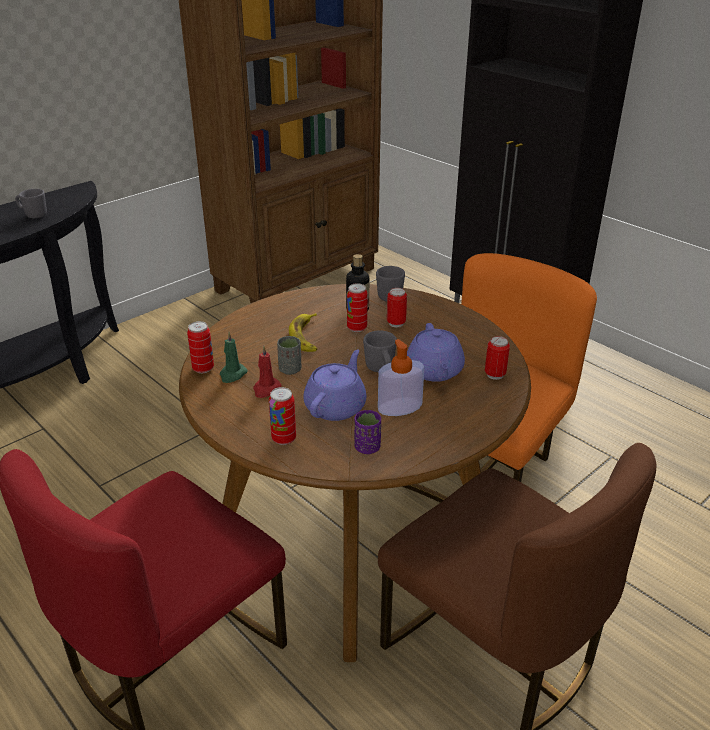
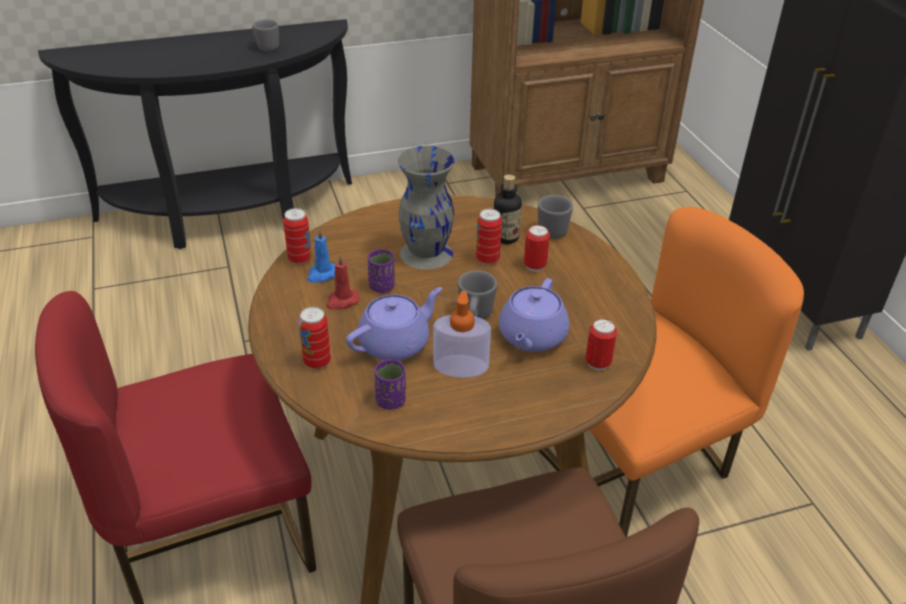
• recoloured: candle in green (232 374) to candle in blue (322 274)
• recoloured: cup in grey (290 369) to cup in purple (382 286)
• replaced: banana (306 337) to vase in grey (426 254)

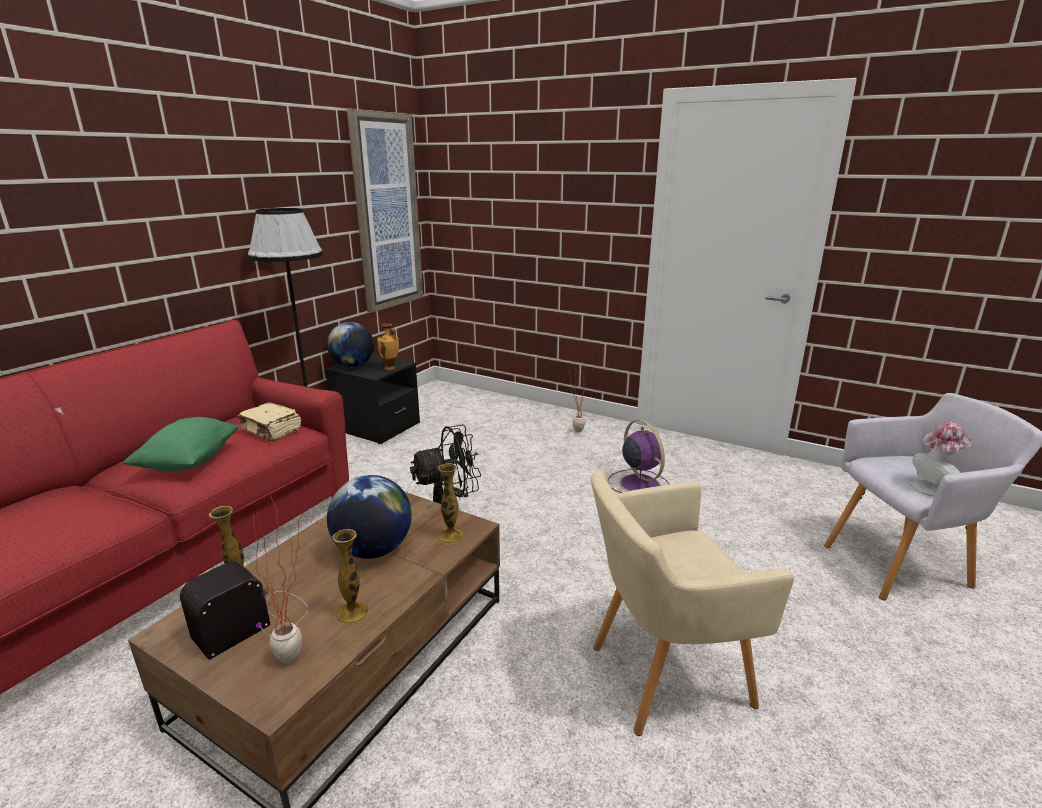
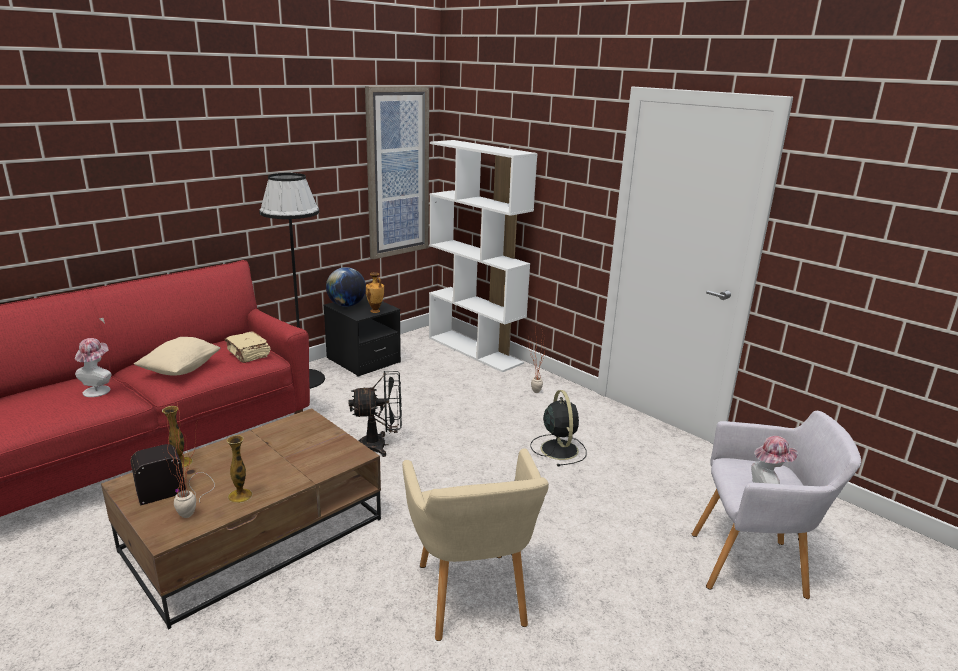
• recoloured: pillow in green (189 462) to pillow in beige (181 370)
• removed: globe (373 550)
• removed: vase (451 536)
• turned: armchair in beige (662 675) = (471 599) 105 degrees counterclockwise
• recoloured: fan in purple (638 483) to fan in black (558 448)
• added: hat (99 389)
• added: bookcase in white (475 350)

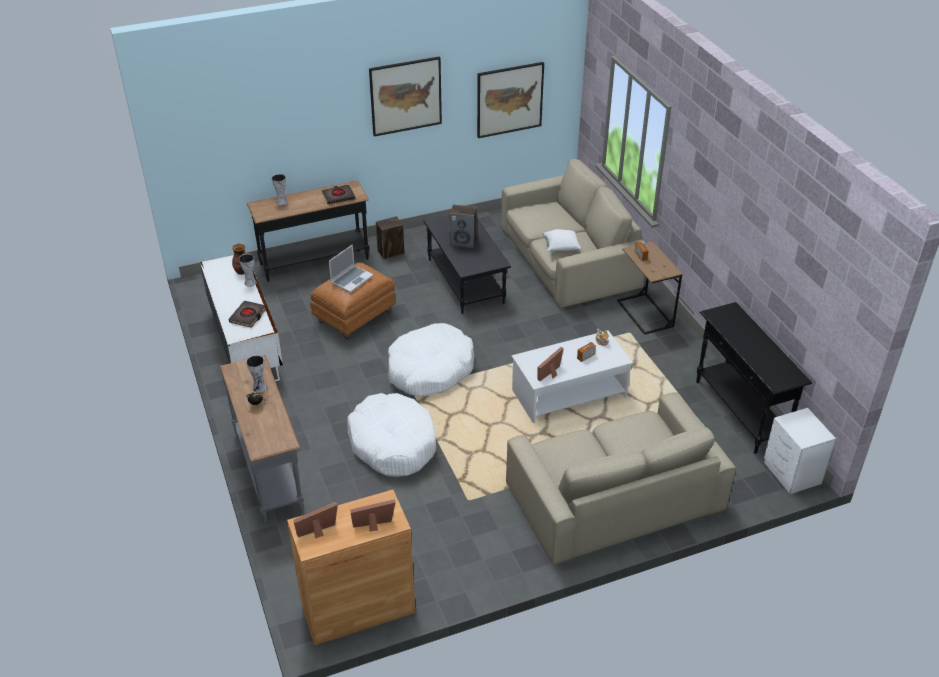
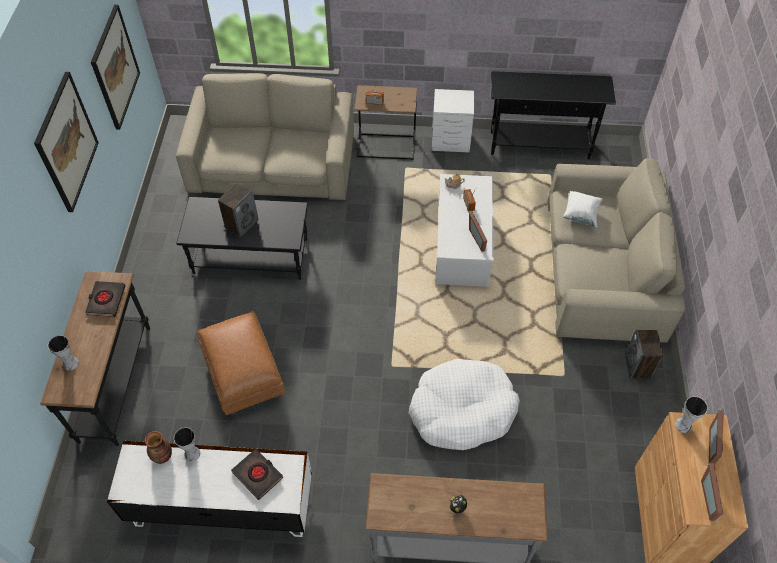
• moved: vase (260 387) to (683 424)
• removed: laptop (352 279)
• moved: speaker (390 252) to (637 366)
• removed: dog bed in white (430 370)
• moved: pillow in white (560 248) to (581 215)
• moved: nightstand in white (791 474) to (451 141)

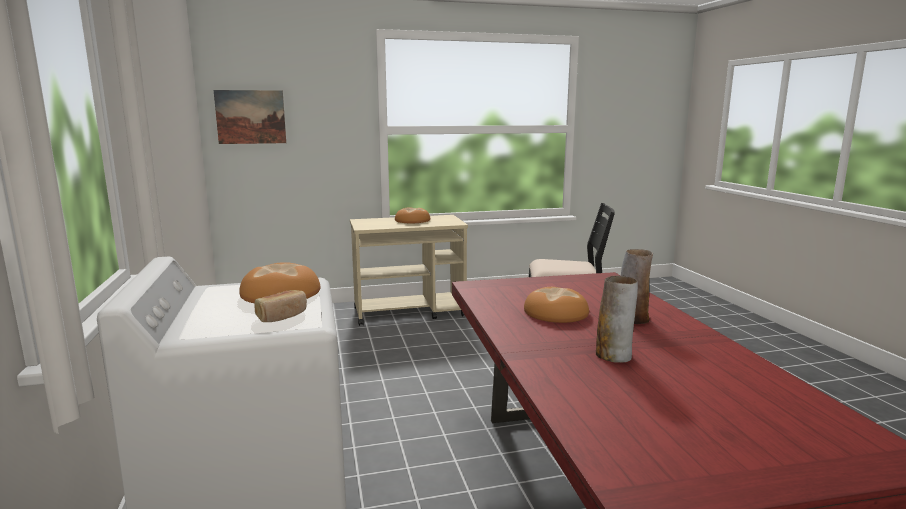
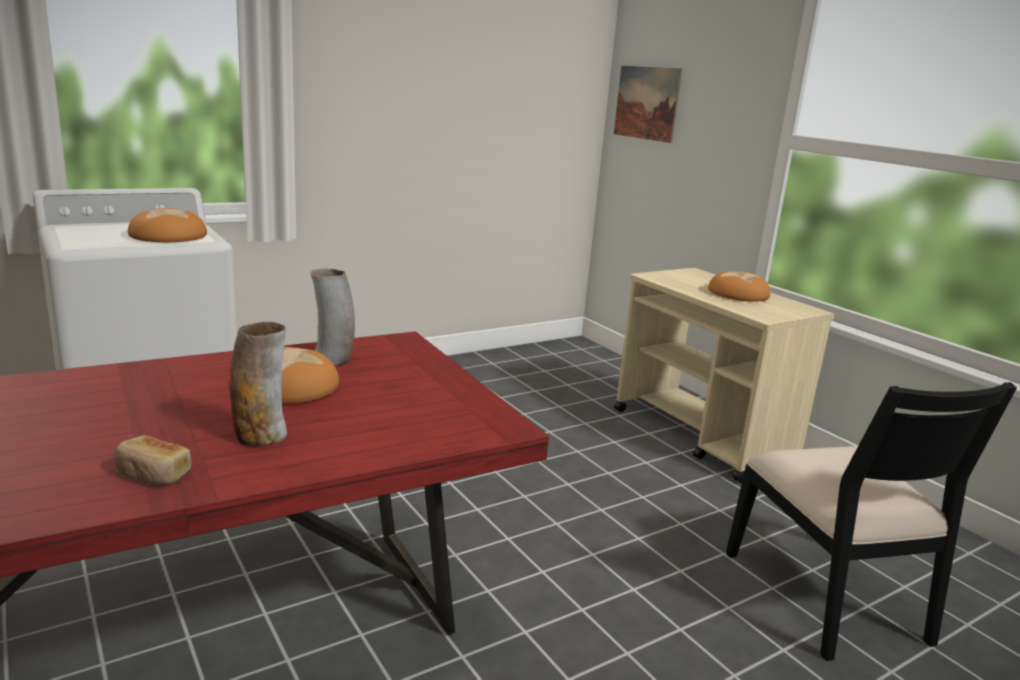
• moved: bread (282 316) to (152 474)
• moved: vase (614 355) to (333 359)

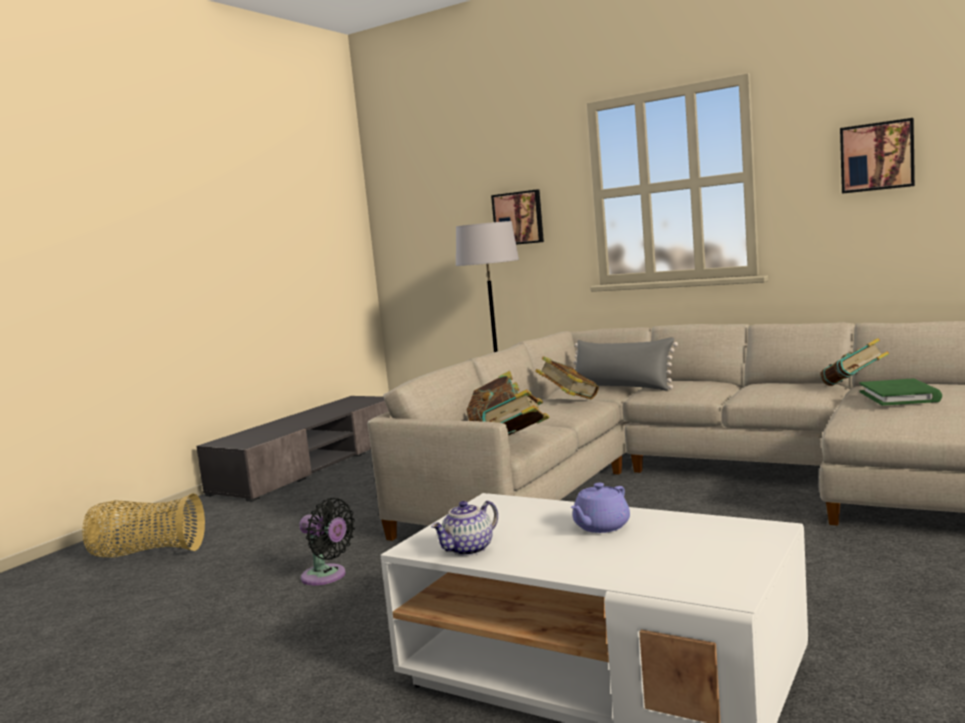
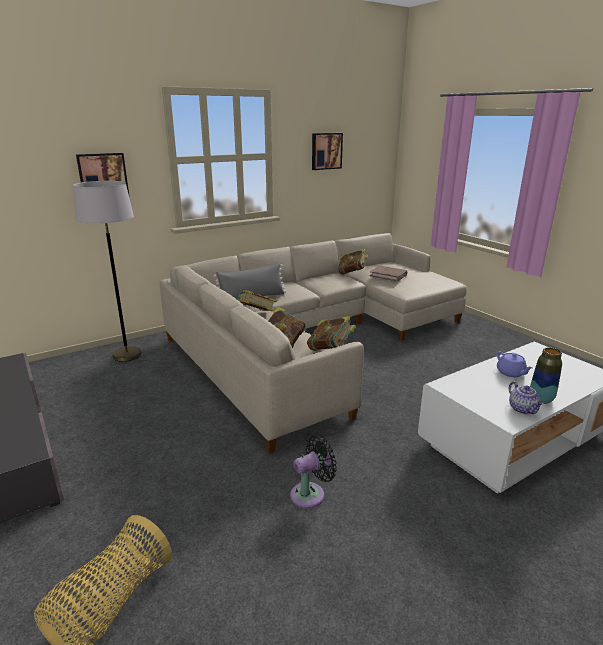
• recoloured: book in green (899 396) to book in brown (388 275)
• added: vase (540 400)

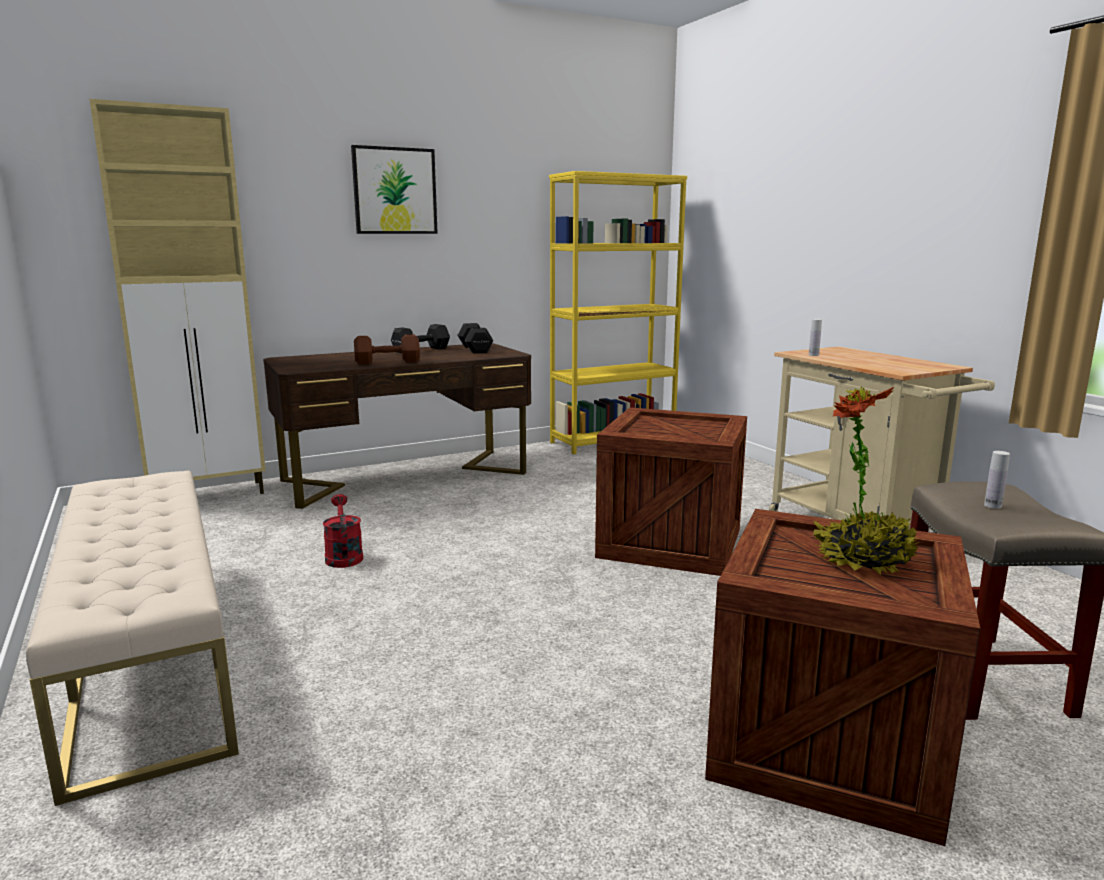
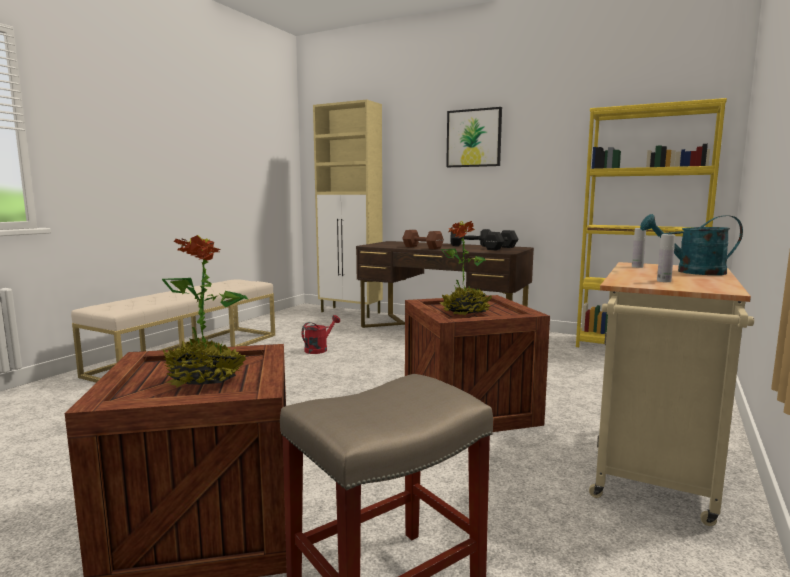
• moved: bottle in white (992 506) to (664 281)
• added: potted plant (465 313)
• added: watering can in turquoise (692 272)

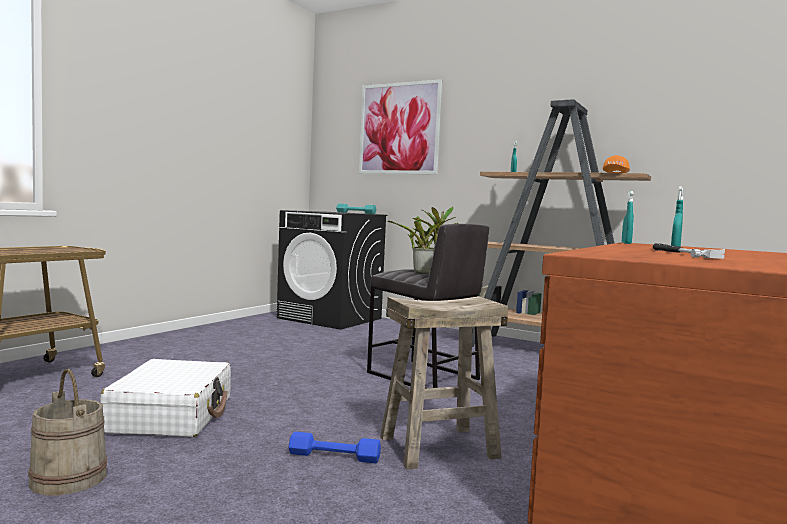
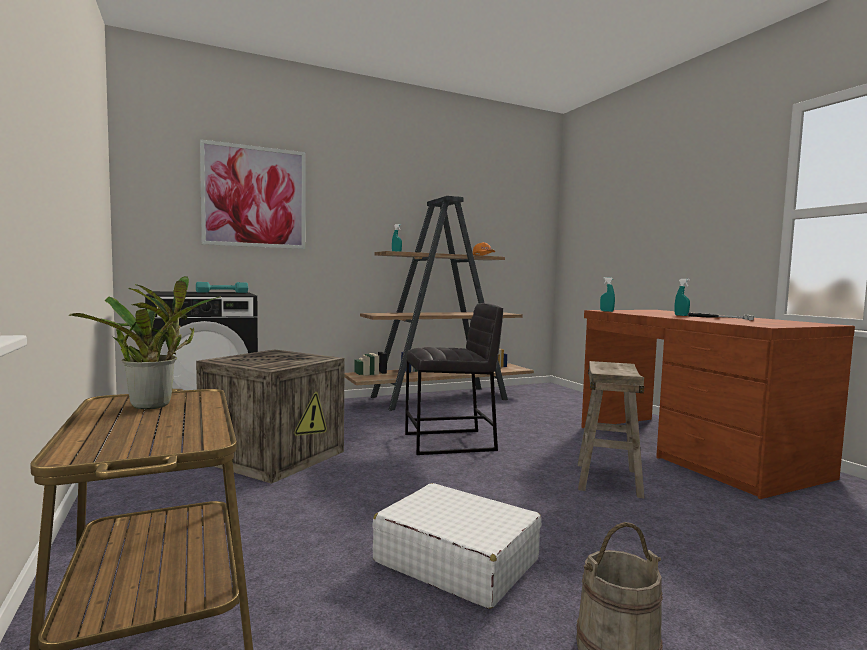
• removed: dumbbell in blue (334 456)
• moved: potted plant (425 272) to (156 404)
• added: crate (273 455)

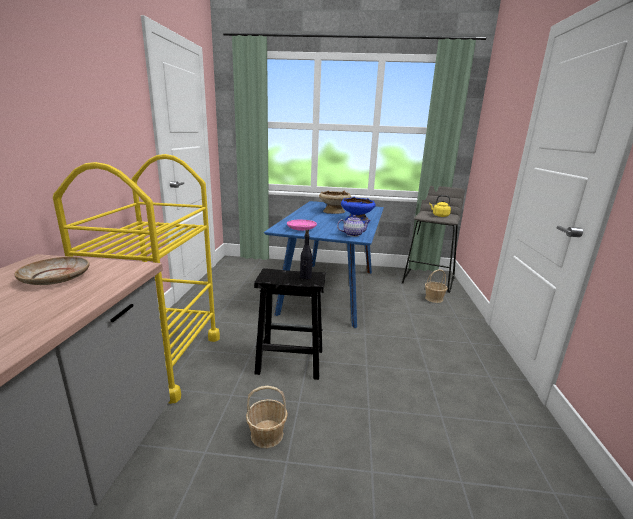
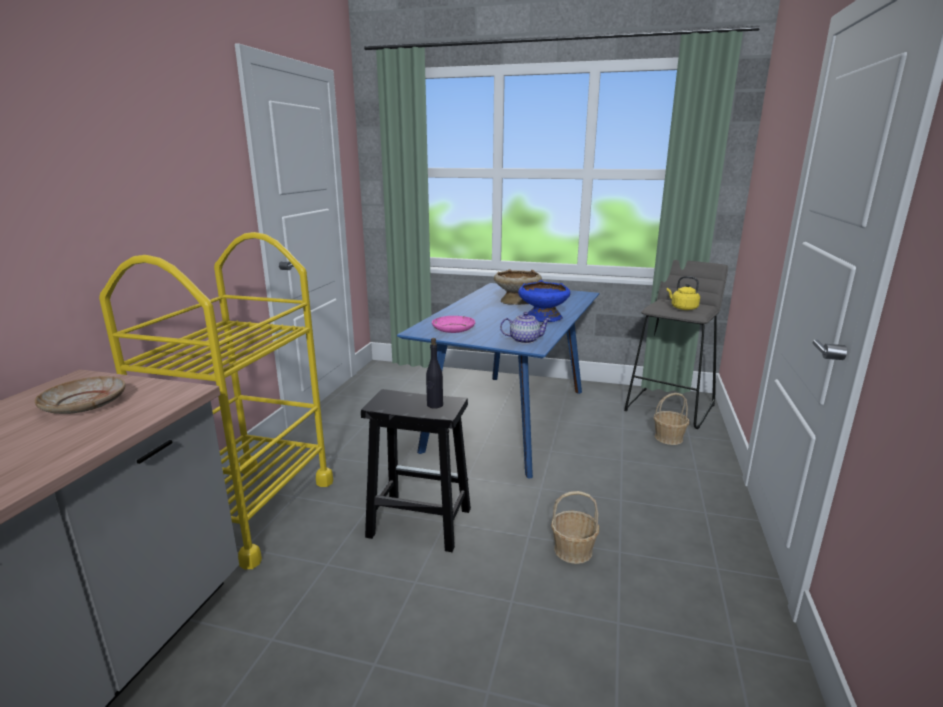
• moved: basket (267 434) to (573 550)

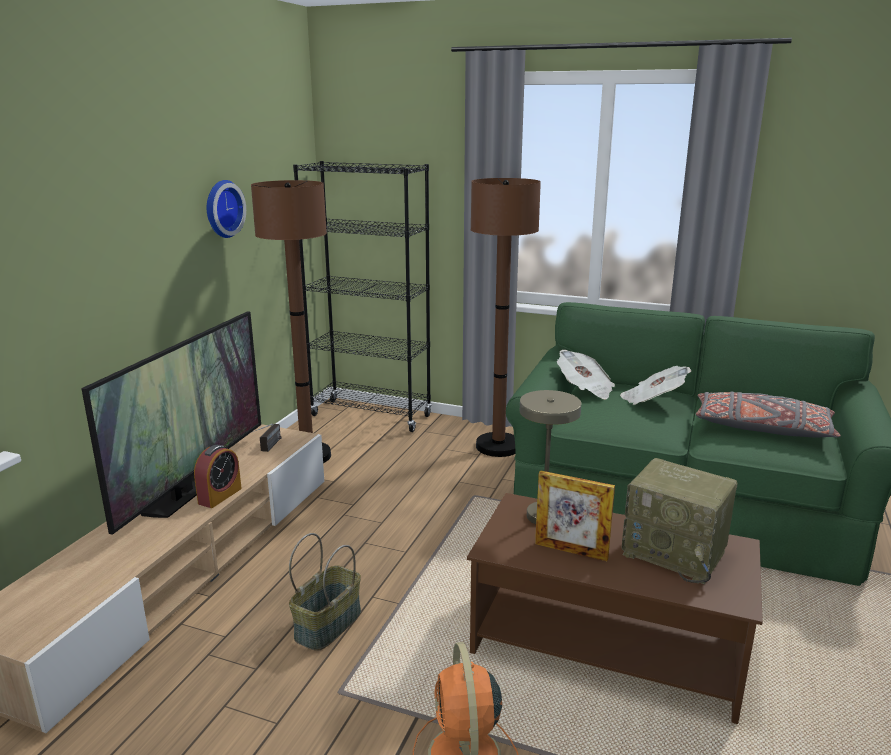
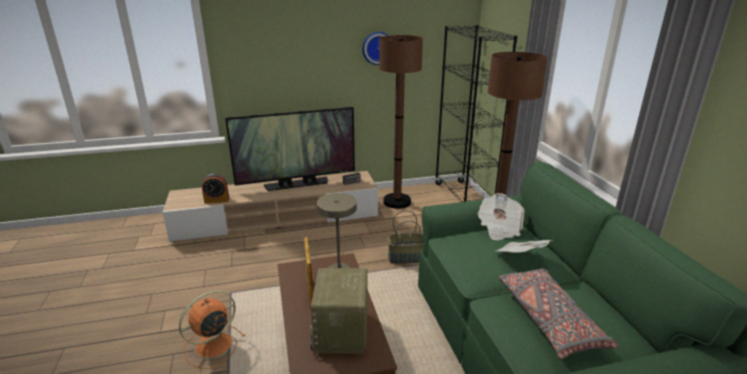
• moved: alarm clock (220 496) to (217 200)
• moved: basket (327 624) to (406 257)

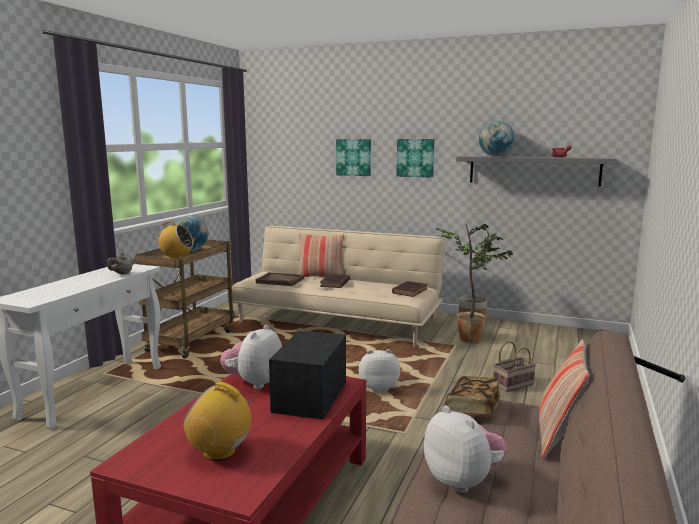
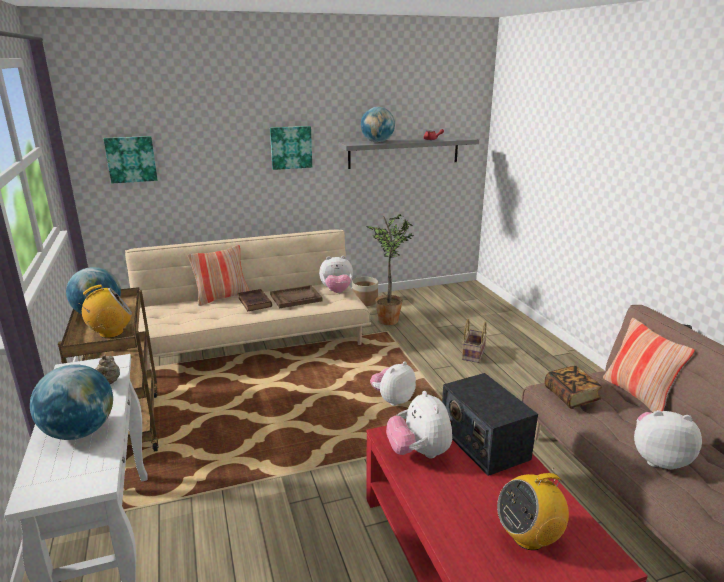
• moved: tray in brown (280 280) to (296 298)
• moved: picture (354 157) to (131 159)
• replaced: book in brown (410 291) to plush toy (337 291)
• added: globe (80 432)

